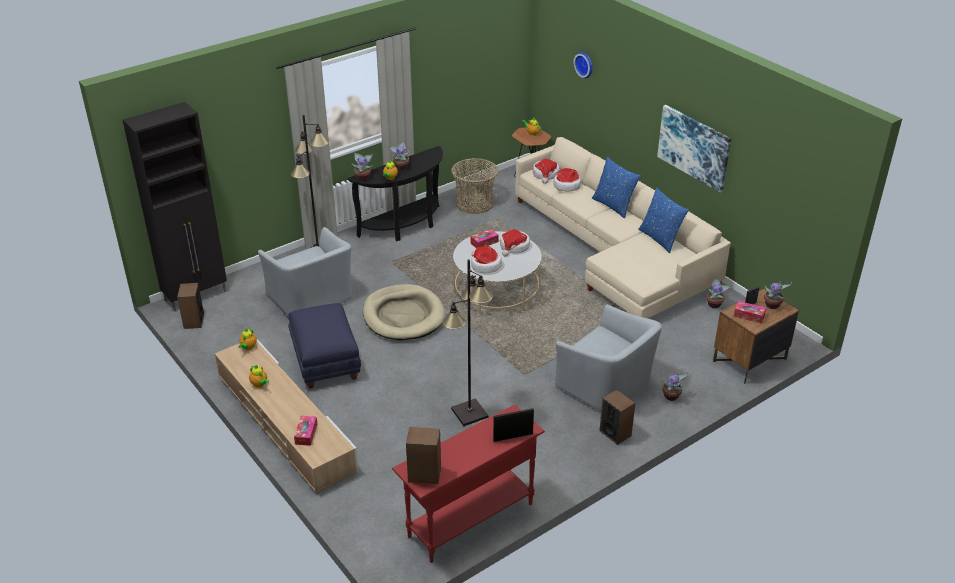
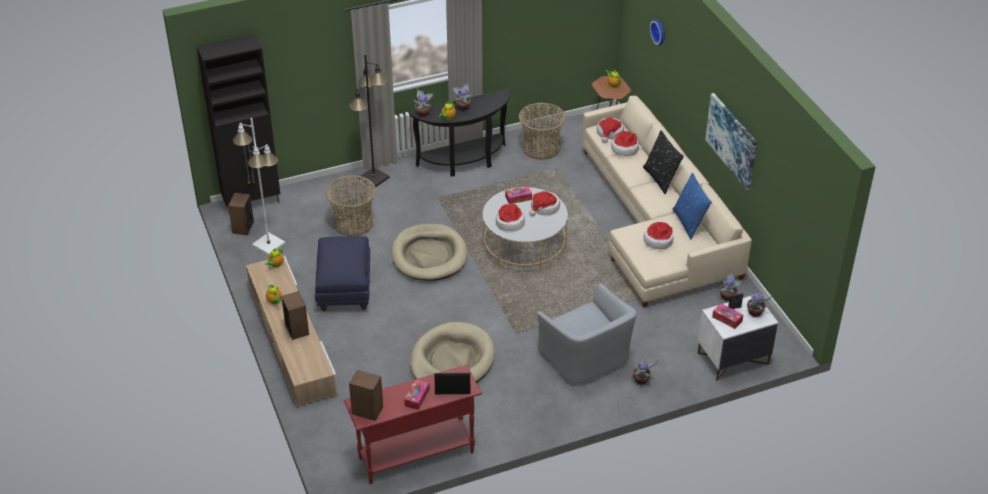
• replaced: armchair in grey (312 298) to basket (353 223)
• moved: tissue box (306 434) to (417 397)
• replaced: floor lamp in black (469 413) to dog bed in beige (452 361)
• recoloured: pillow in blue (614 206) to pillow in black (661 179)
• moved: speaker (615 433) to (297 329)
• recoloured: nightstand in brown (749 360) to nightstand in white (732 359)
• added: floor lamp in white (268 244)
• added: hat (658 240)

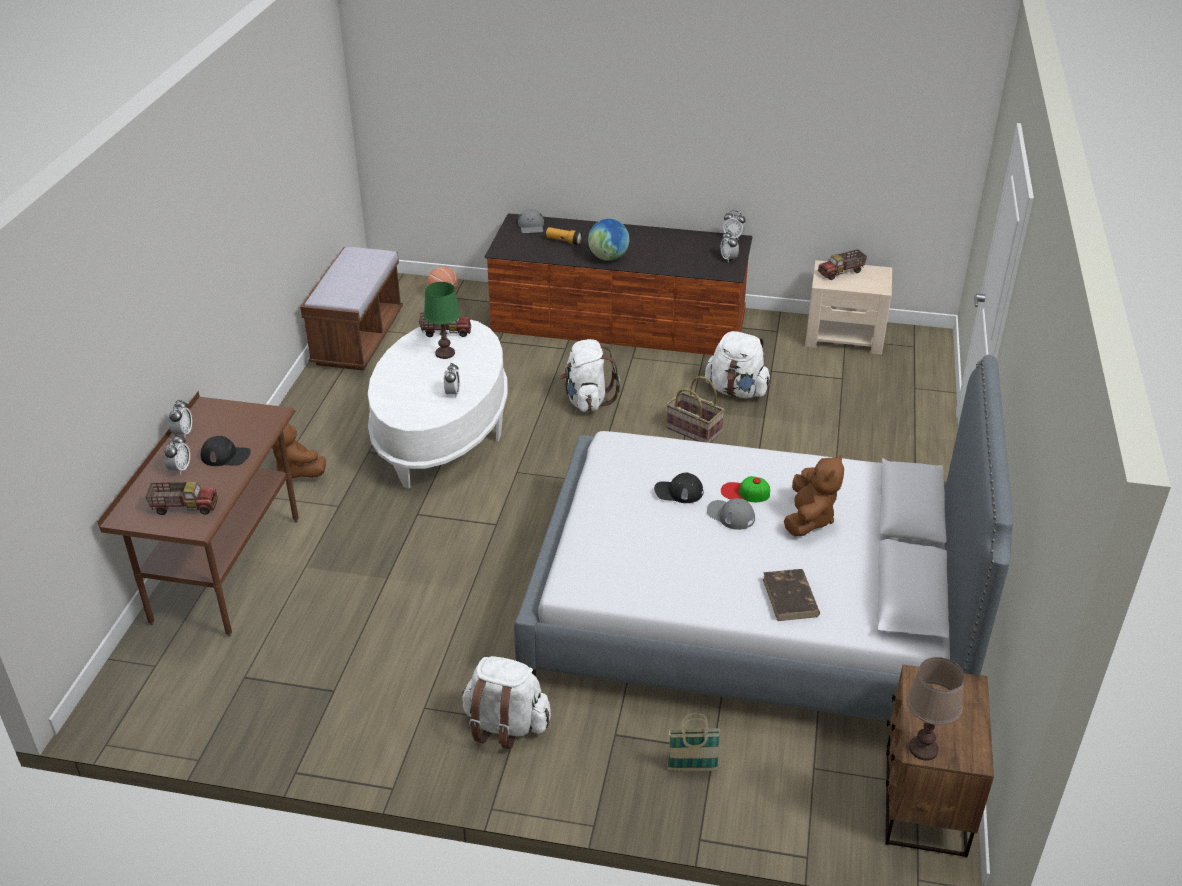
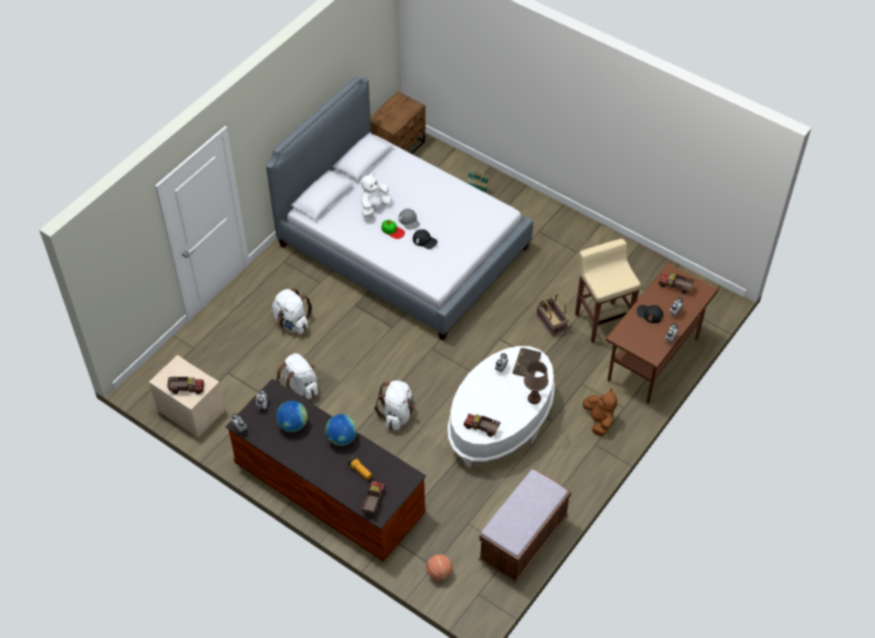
• removed: table lamp in green (445 353)
• moved: backpack in white (505 725) to (292 323)
• replaced: cap in grey (531 226) to toy truck (373 501)
• moved: basket (693 431) to (552 322)
• moved: book in brown (790 598) to (527 364)
• recoloured: plush toy in brown (808 519) to plush toy in white (374 207)
• moved: table lamp in brown (923 748) to (534 398)
• added: globe (292 425)
• added: stool in beige (602 321)

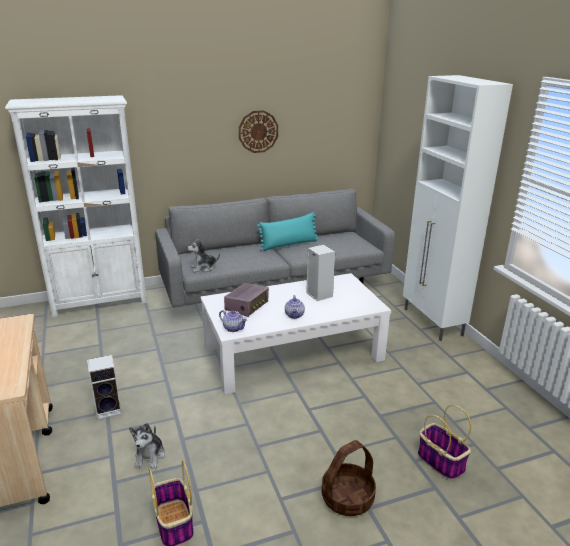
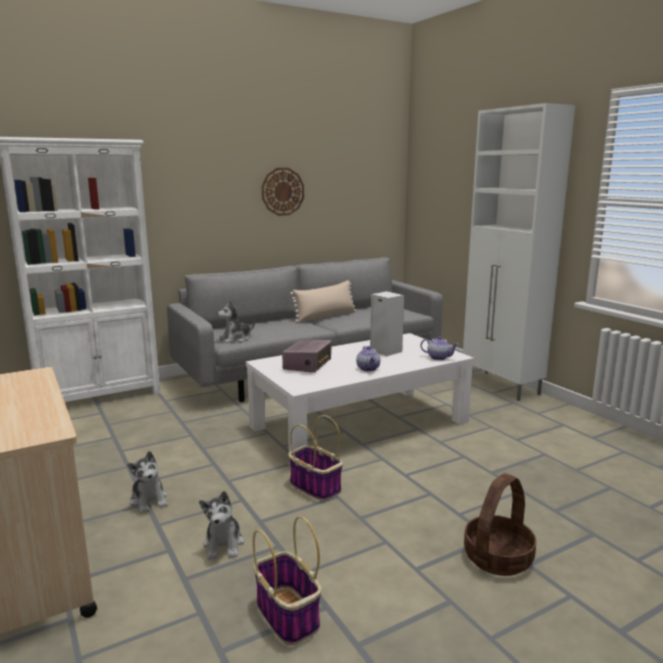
• replaced: speaker (109 409) to plush toy (149 500)
• moved: teapot (234 328) to (438 357)
• recoloured: pillow in turquoise (289 244) to pillow in beige (325 316)
• moved: basket (439 461) to (314 486)

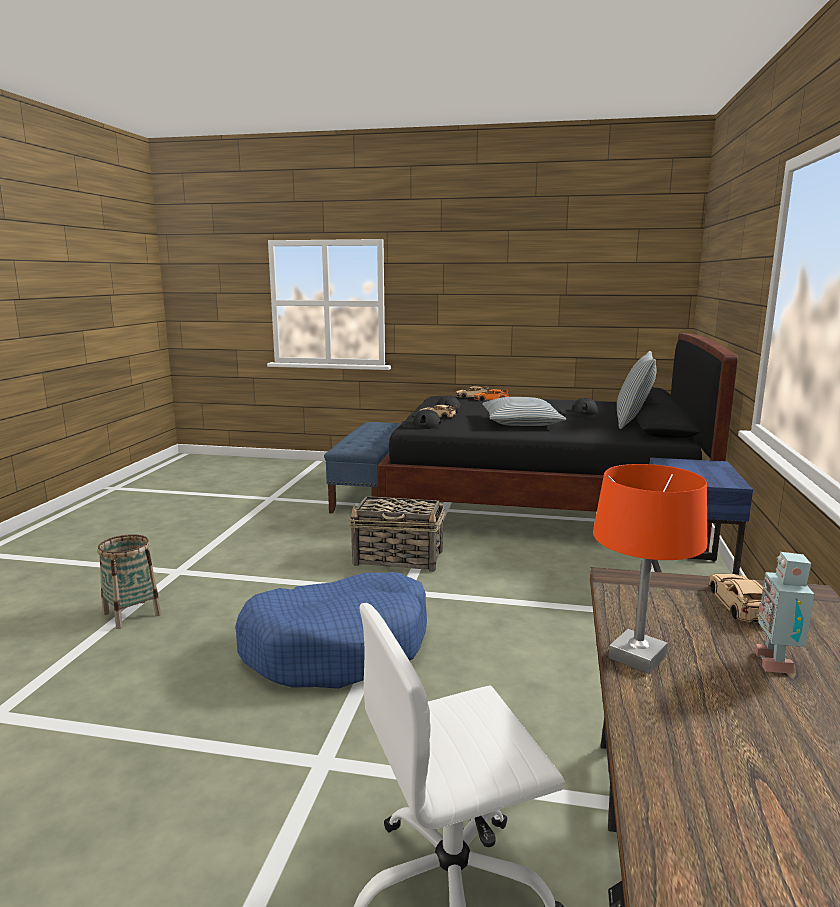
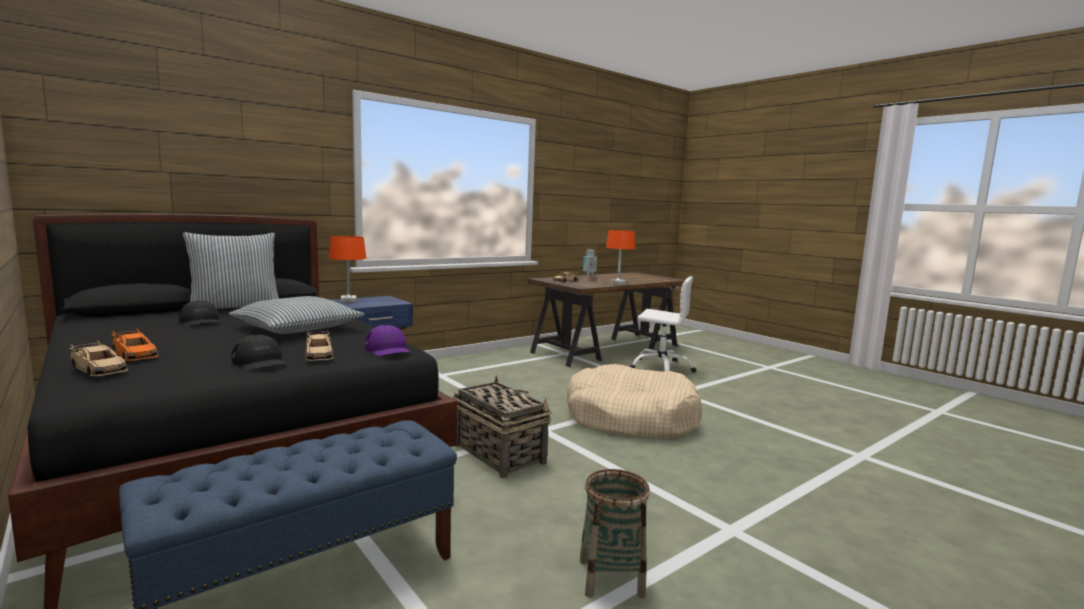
• moved: basket (132 614) to (611 578)
• recoloured: dog bed in blue (338 647) to dog bed in beige (630 419)
• recoloured: cap in black (421 425) to cap in purple (388 349)
• added: table lamp in orange (348 301)

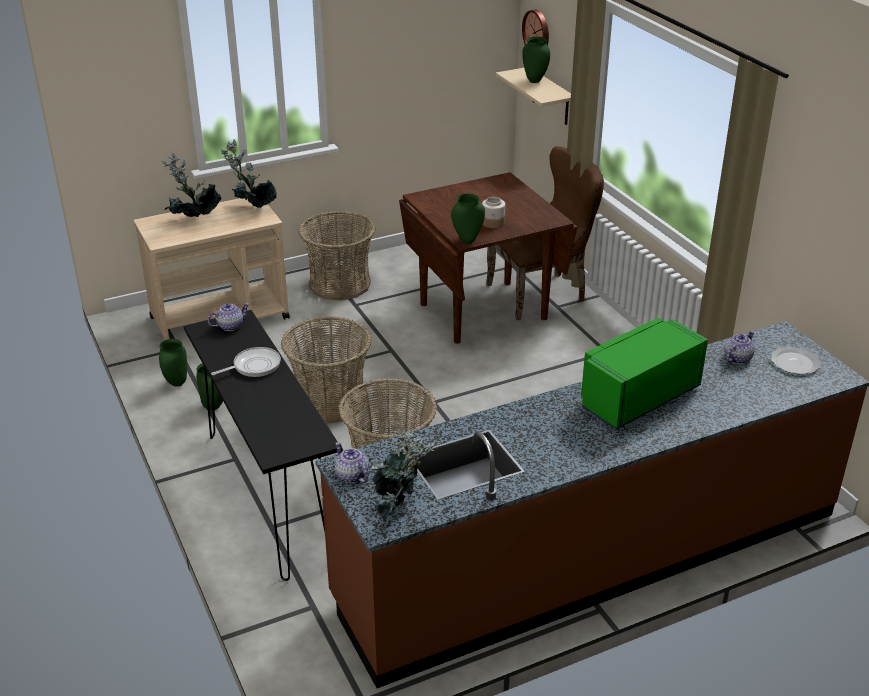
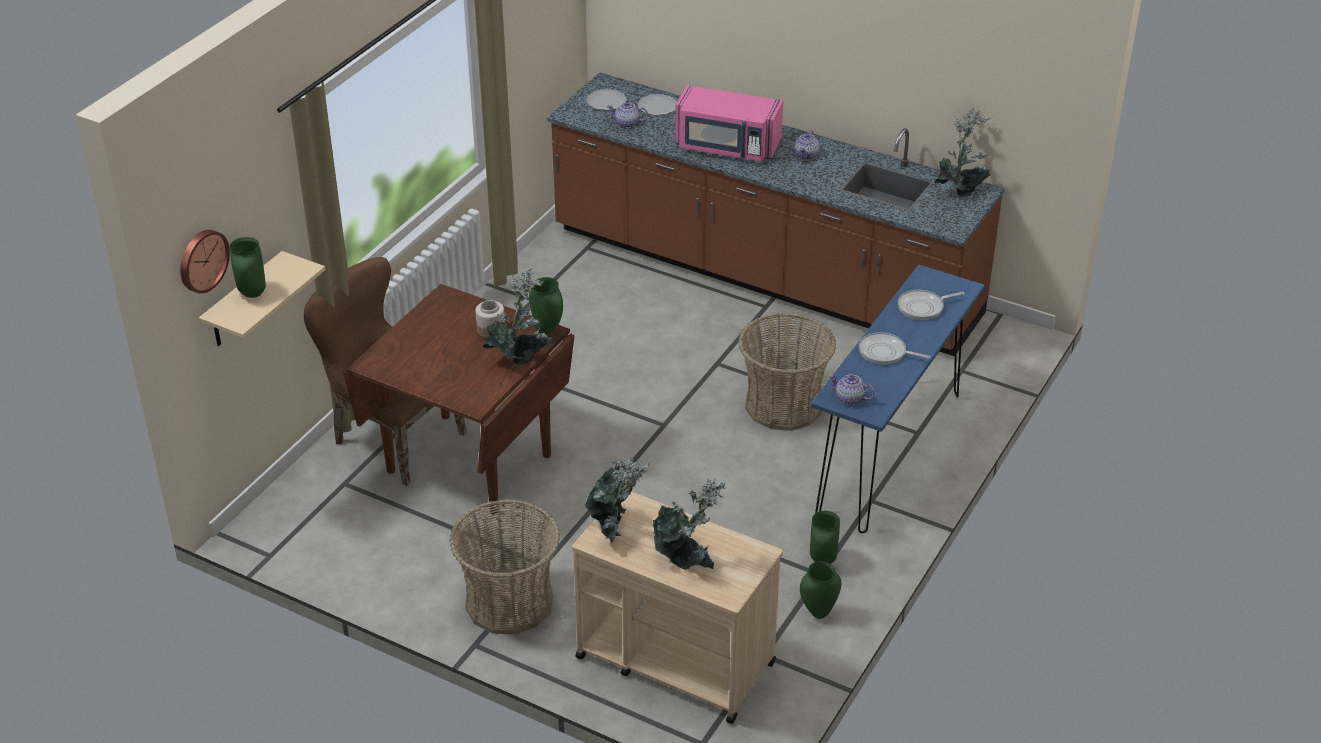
• recoloured: console table in black (268 496) to console table in blue (889 453)
• removed: basket (330 401)
• moved: teapot (352 476) to (806 155)
• recoloured: microwave in green (637 397) to microwave in pink (727 147)
• added: potted plant (520 357)
• added: plate (657 107)
• added: frying pan (923 307)

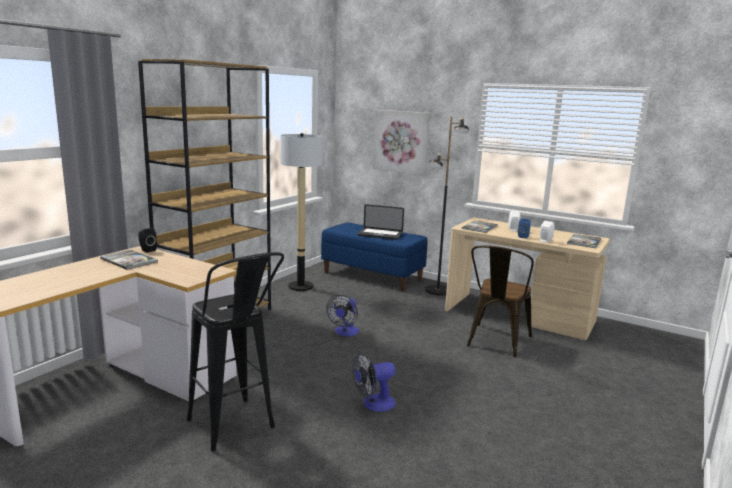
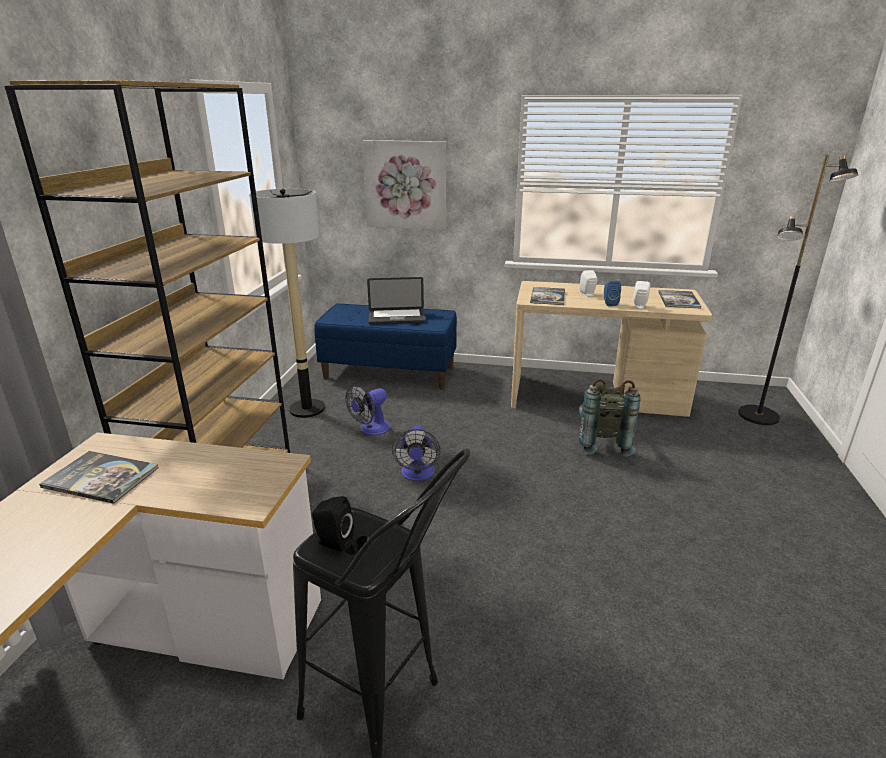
• moved: speaker in black (147 250) to (332 542)
• moved: fan (373 404) to (370 429)
• moved: floor lamp in black (437 291) to (759 416)
• replaced: chair in brown (496 342) to backpack in grey (601 443)

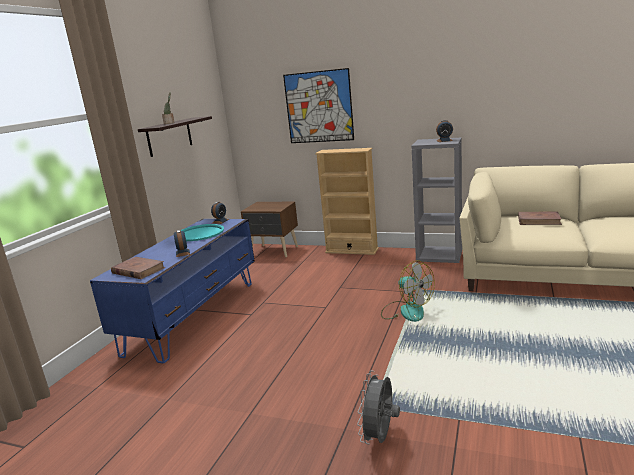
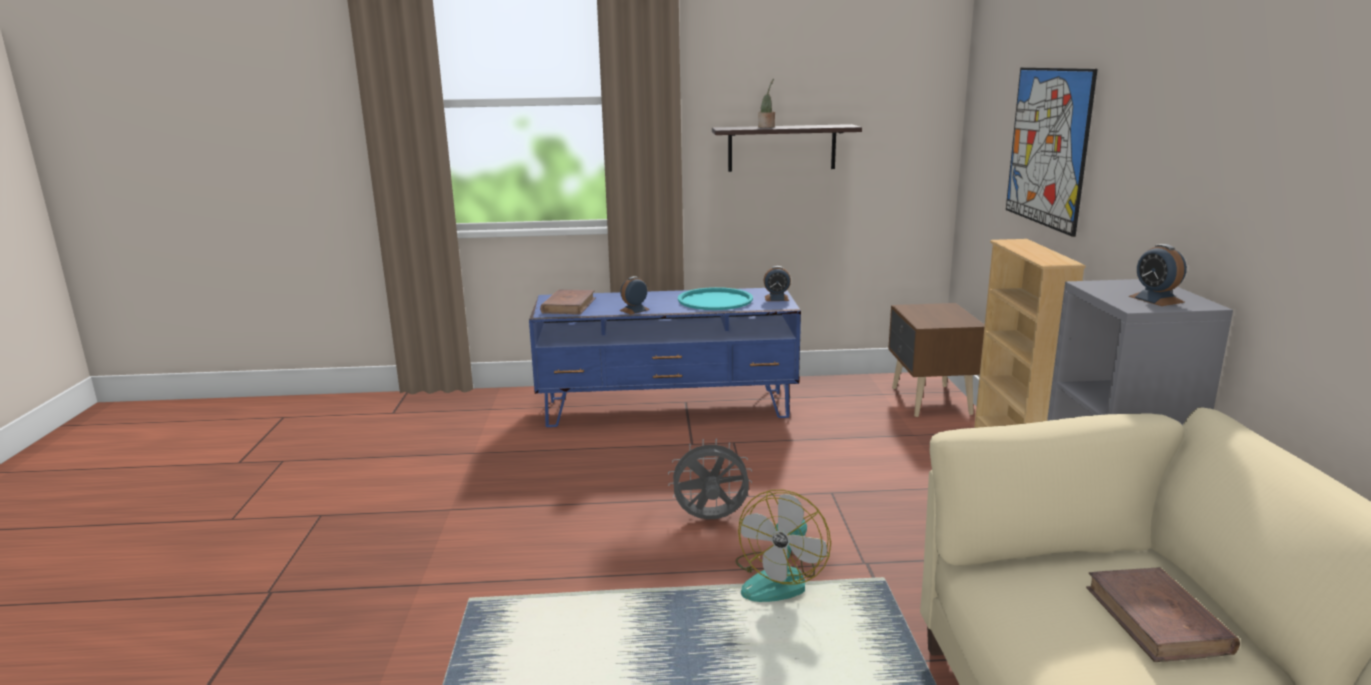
• moved: fan in grey (380 437) to (710 519)

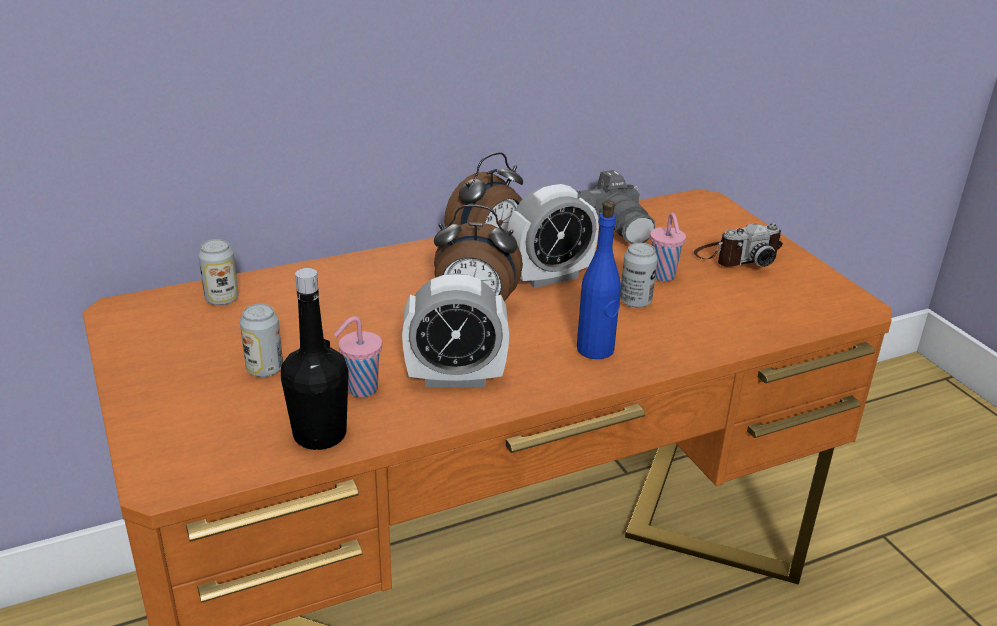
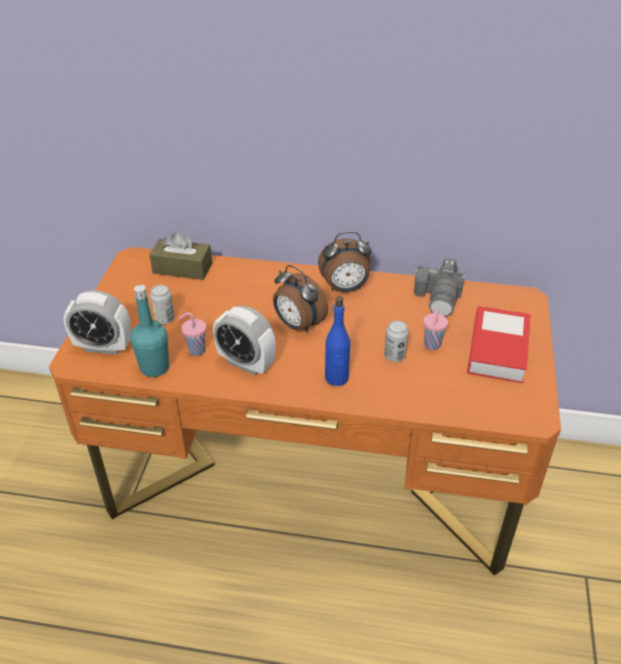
• replaced: can (222 299) to tissue box in brown (182 268)
• recoloured: bottle in black (320 434) to bottle in turquoise (154 367)
• moved: alarm clock (550 277) to (103 347)
• replaced: photo camera (737 256) to book (497 349)

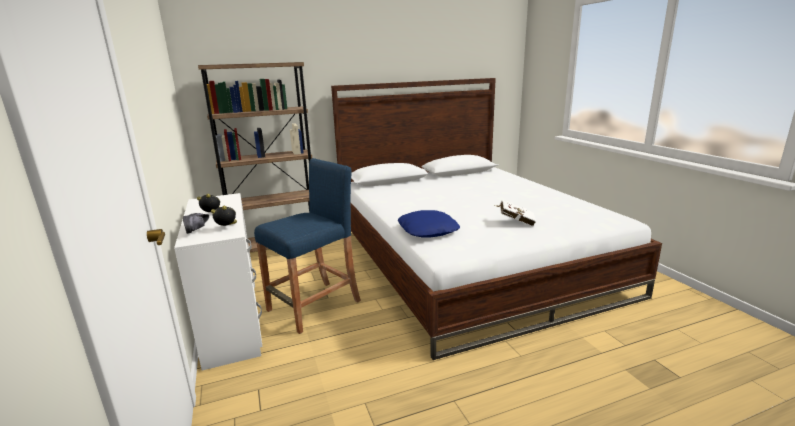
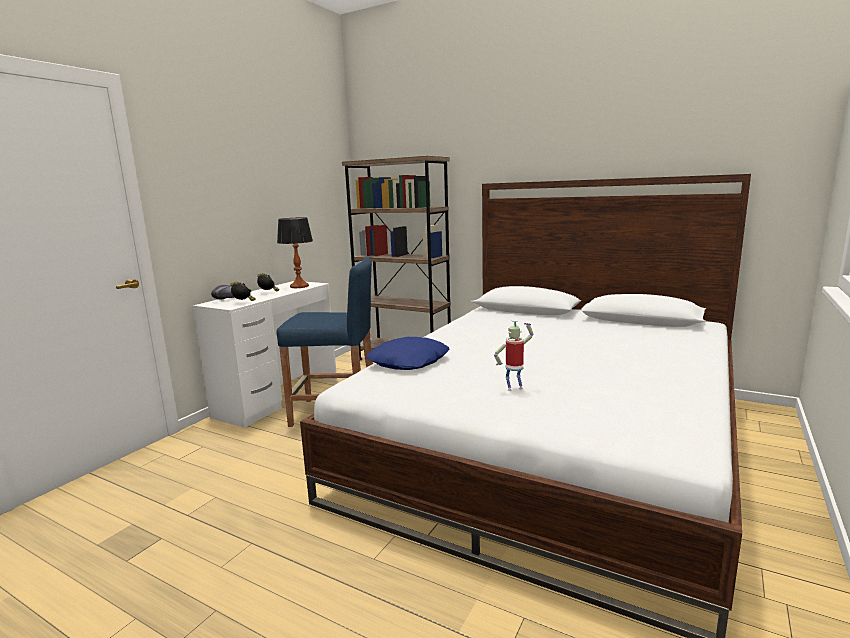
• replaced: book in white (514 222) to toy robot (514 388)
• added: table lamp (299 286)

